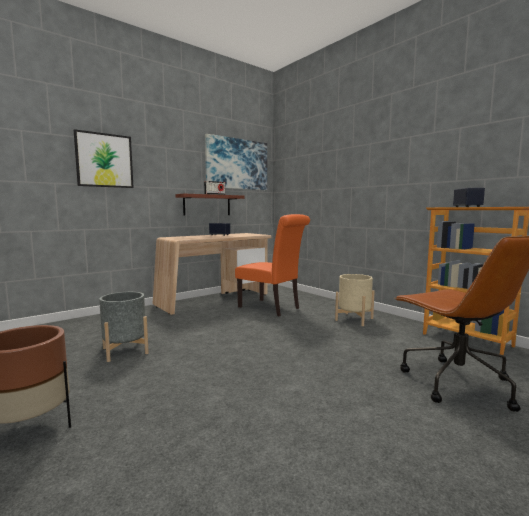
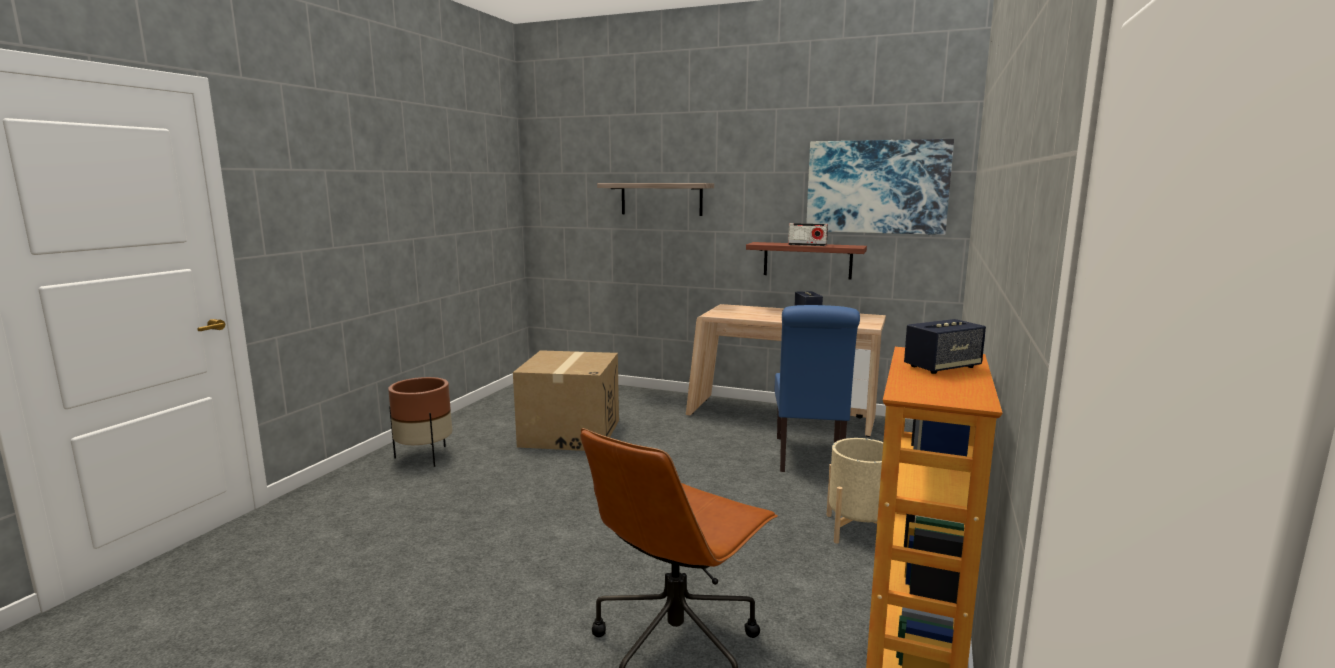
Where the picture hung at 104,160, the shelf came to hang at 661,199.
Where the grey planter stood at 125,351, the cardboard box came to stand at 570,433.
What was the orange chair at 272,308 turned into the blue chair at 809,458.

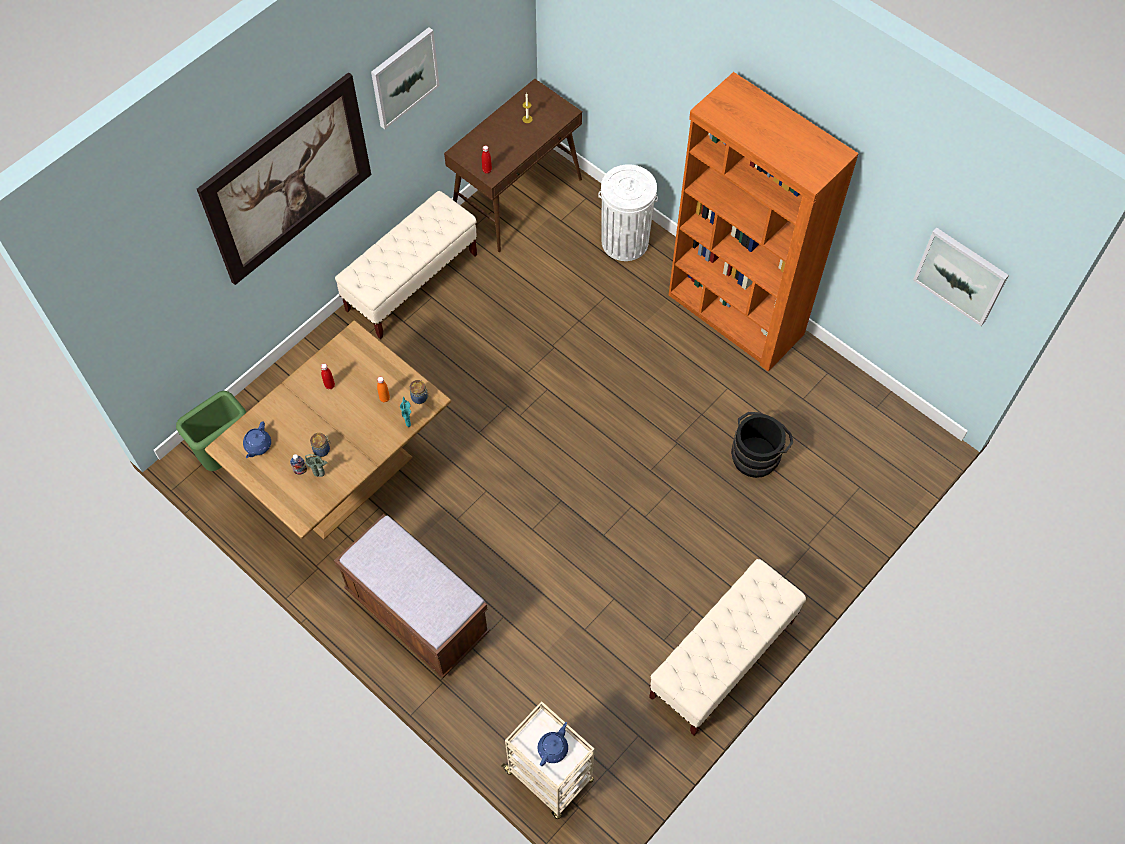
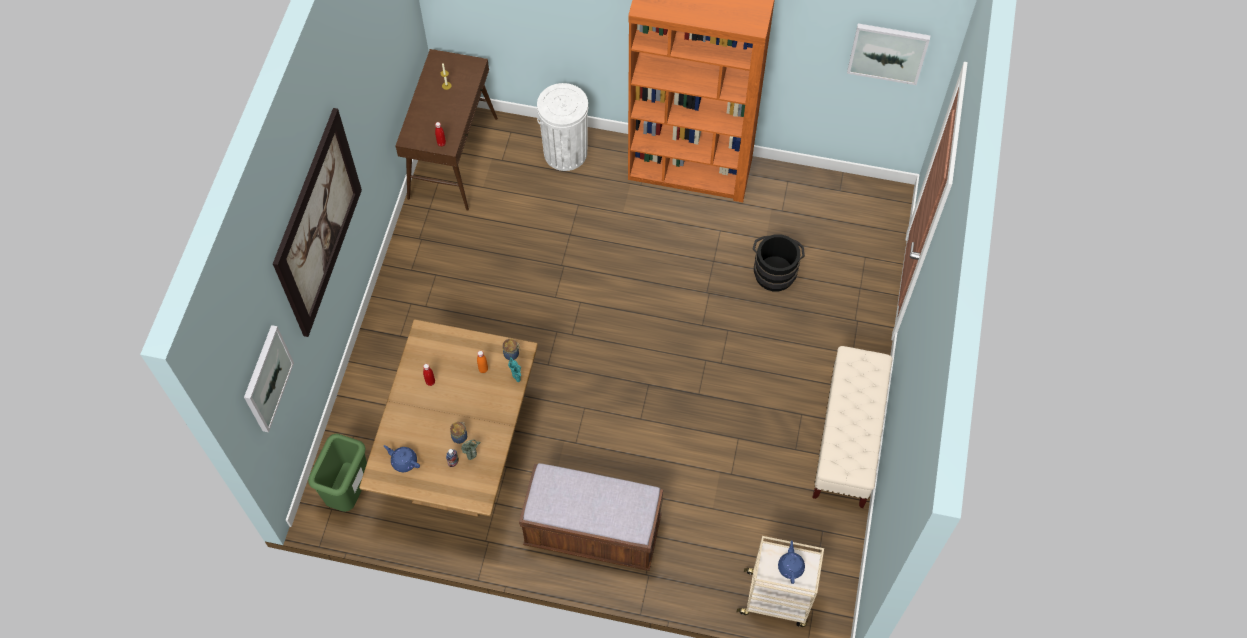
The second view lost the beige bench at 412,282.
The picture ended up elsewhere, having gone from 404,77 to 266,378.
The blue teapot at 258,446 ended up facing another way, 135 degrees clockwise from before.

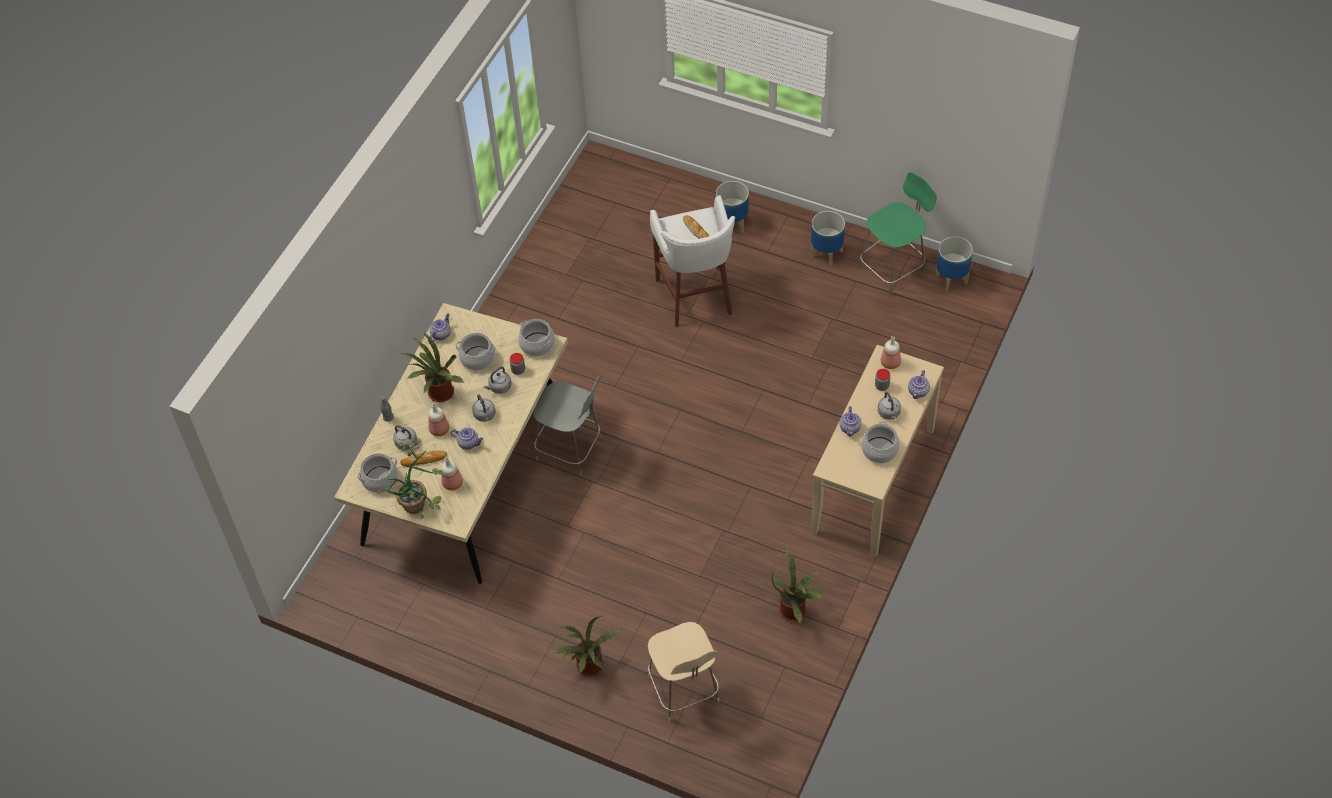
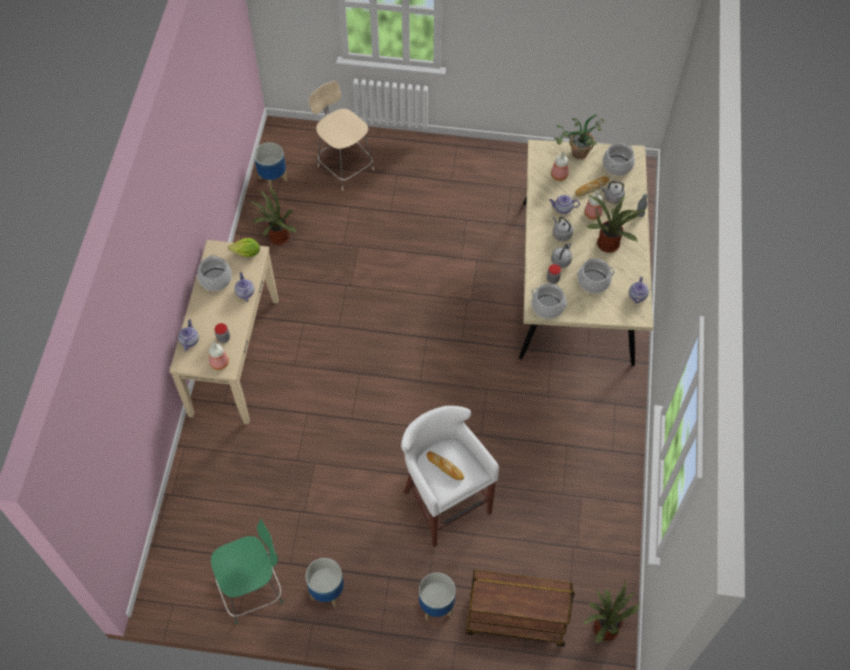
The second view lost the grey chair at 571,449.
The second view lost the grey kettle at 889,413.
The second view gained the lettuce at 247,253.
The second view gained the brown cart at 515,621.
The potted plant ended up elsewhere, having gone from 590,668 to 604,625.
The planter ended up elsewhere, having gone from 951,279 to 273,179.
The green chair at 893,268 ended up facing another way, 150 degrees counterclockwise from before.

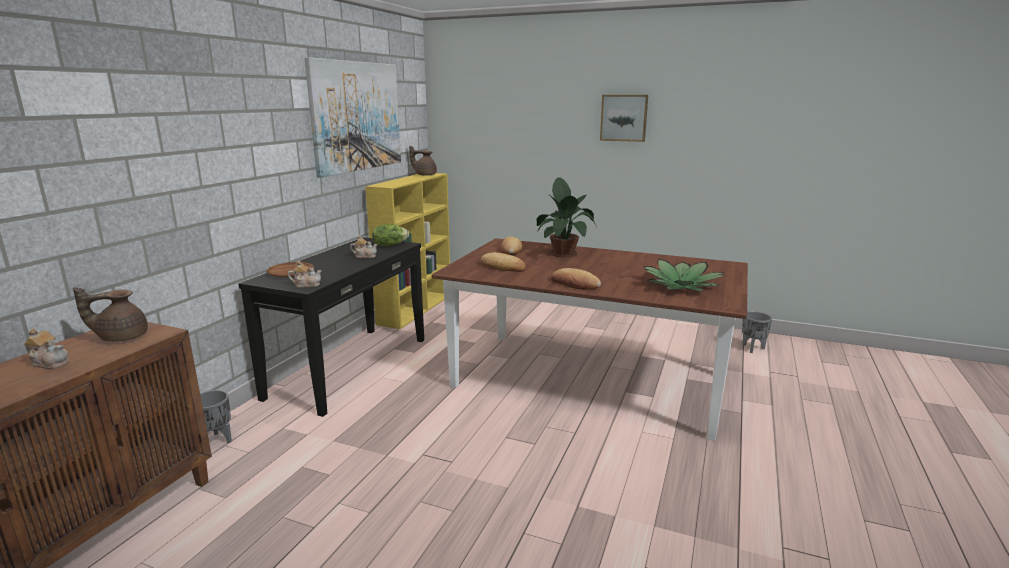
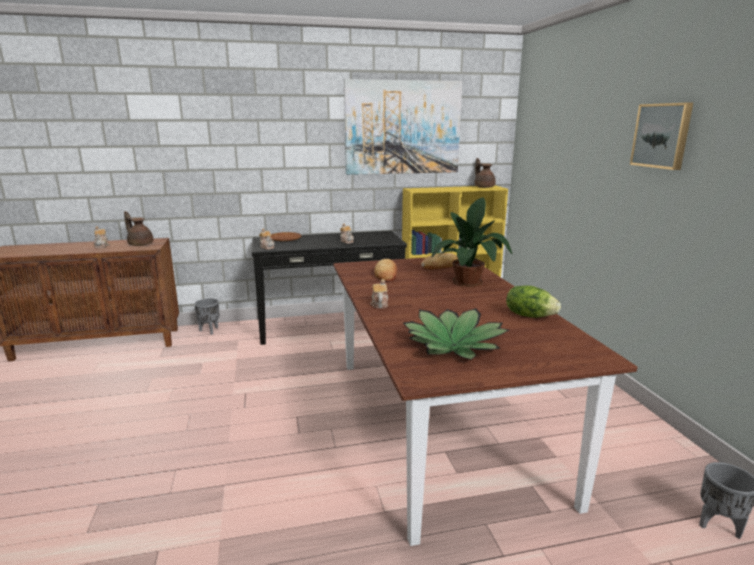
The lettuce ended up elsewhere, having gone from 389,245 to 529,315.
Where the bread stood at 575,284, the teapot came to stand at 379,304.

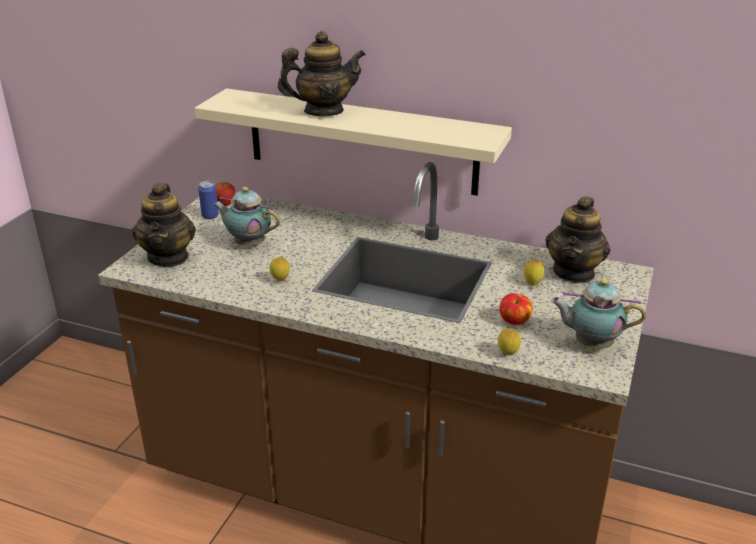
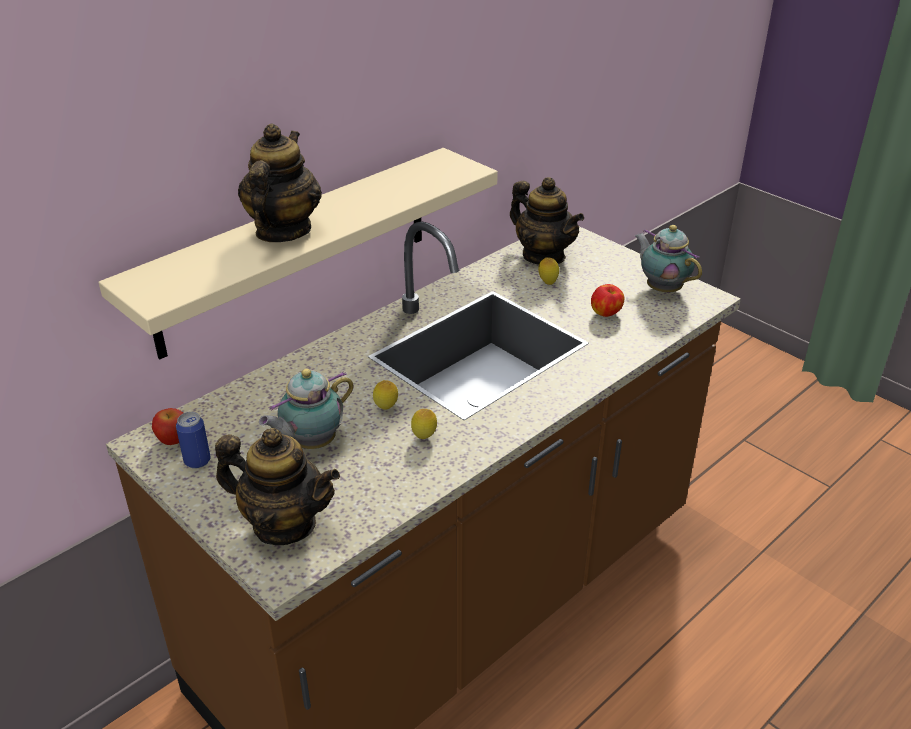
The lemon ended up elsewhere, having gone from 507,354 to 386,408.
The teapot at 590,344 ended up facing another way, 105 degrees clockwise from before.

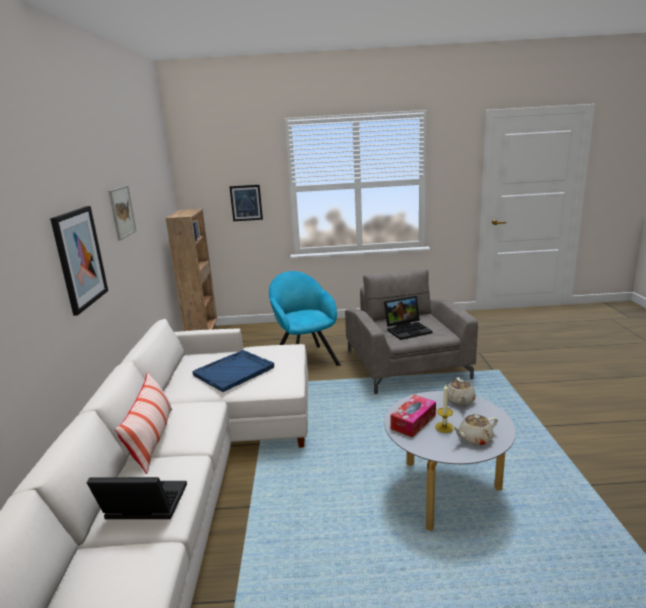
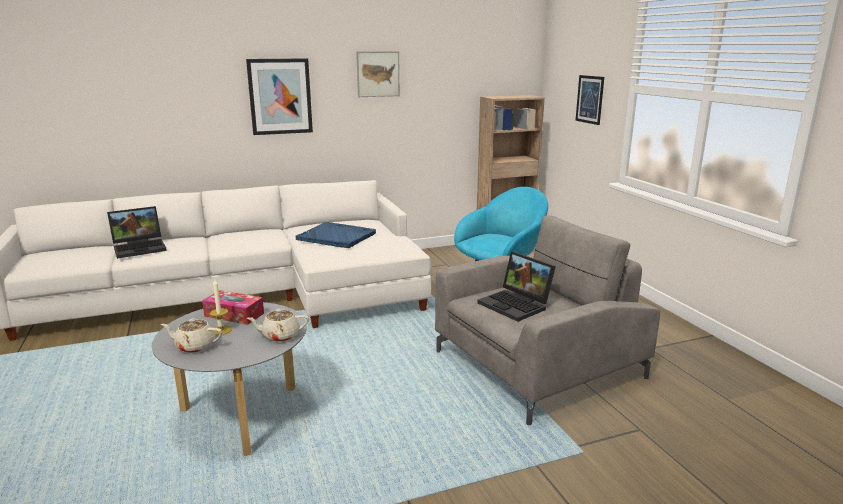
The second view lost the pillow at 152,439.
The laptop at 142,506 ended up facing another way, 75 degrees clockwise from before.
The beige teapot at 474,439 ended up facing another way, 45 degrees counterclockwise from before.

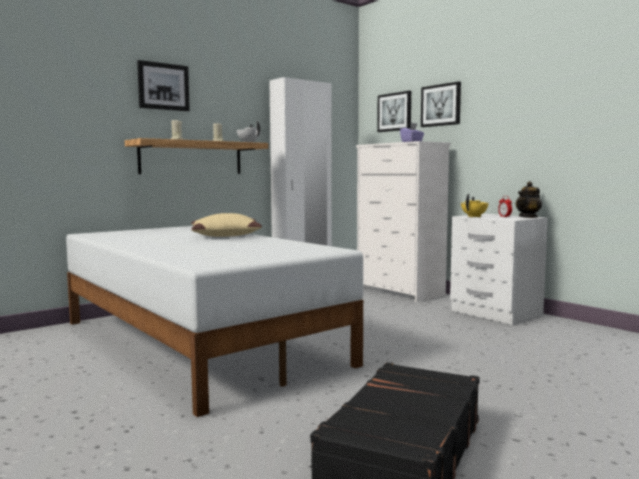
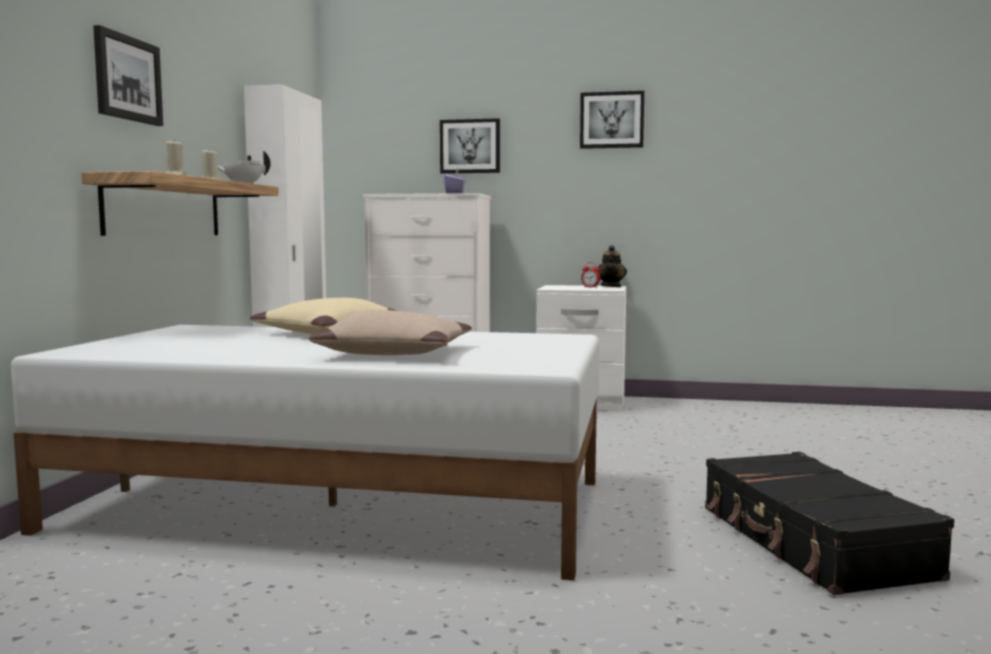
The second view lost the yellow teapot at 474,216.
The second view gained the beige pillow at 396,353.
The picture ended up elsewhere, having gone from 395,112 to 612,120.

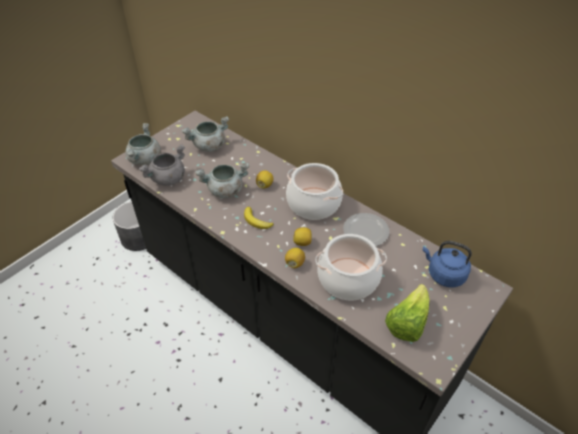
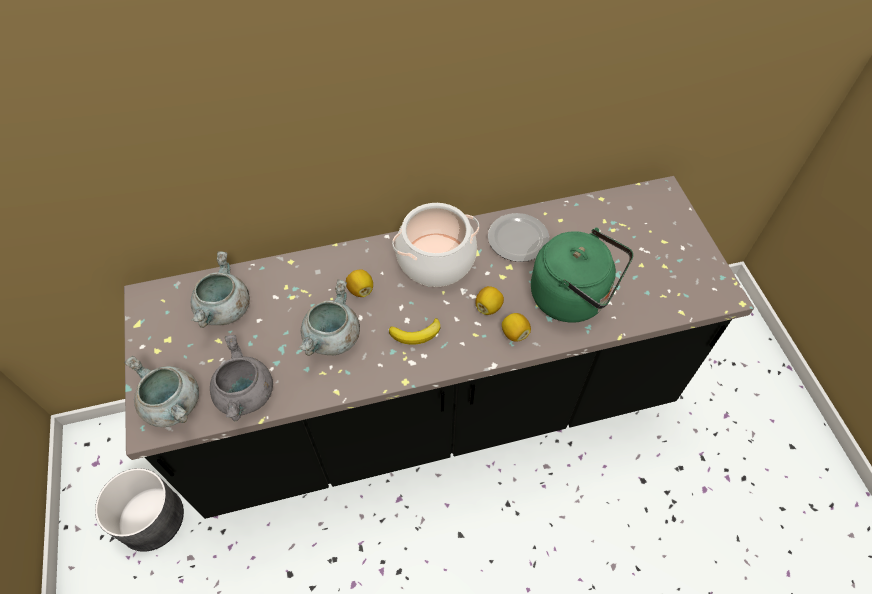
The second view lost the lettuce at 407,323.
The second view lost the blue kettle at 444,274.
Where the cooking pot stood at 348,279, the green kettle came to stand at 573,297.

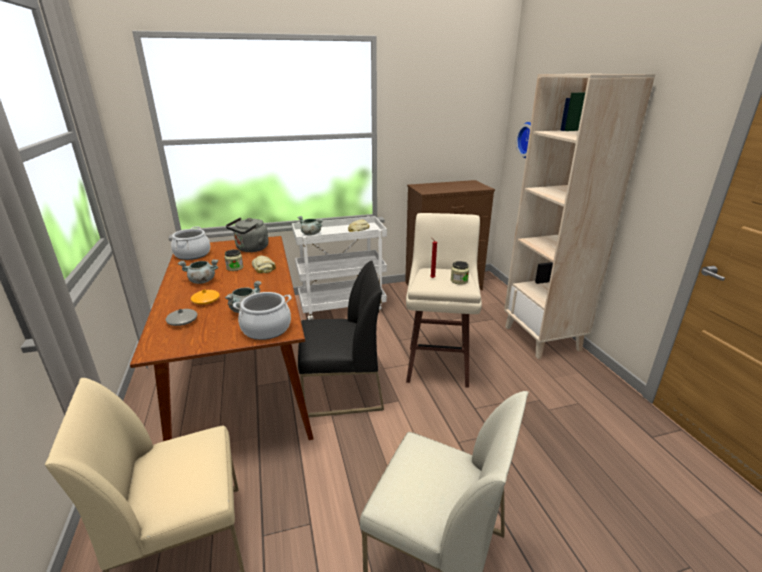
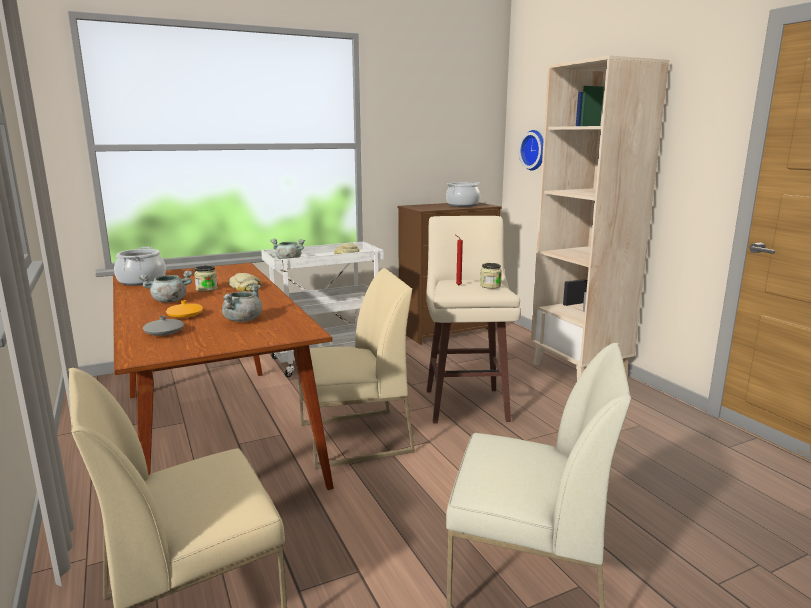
The second view lost the grey kettle at 251,249.
The cooking pot ended up elsewhere, having gone from 266,329 to 462,205.
What was the black chair at 341,390 turned into the beige chair at 354,438.

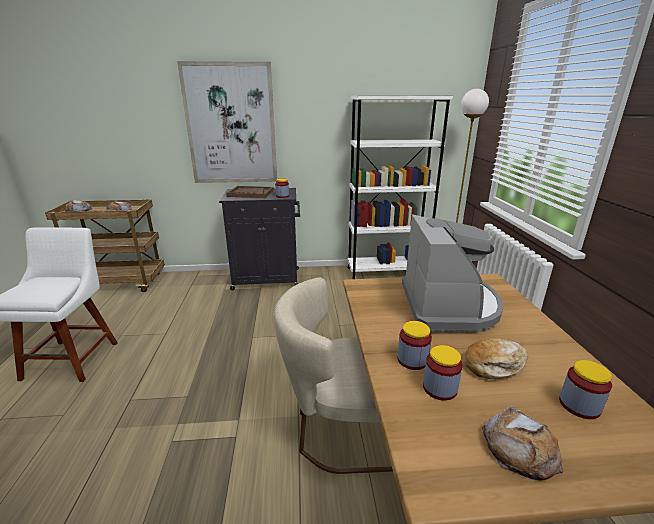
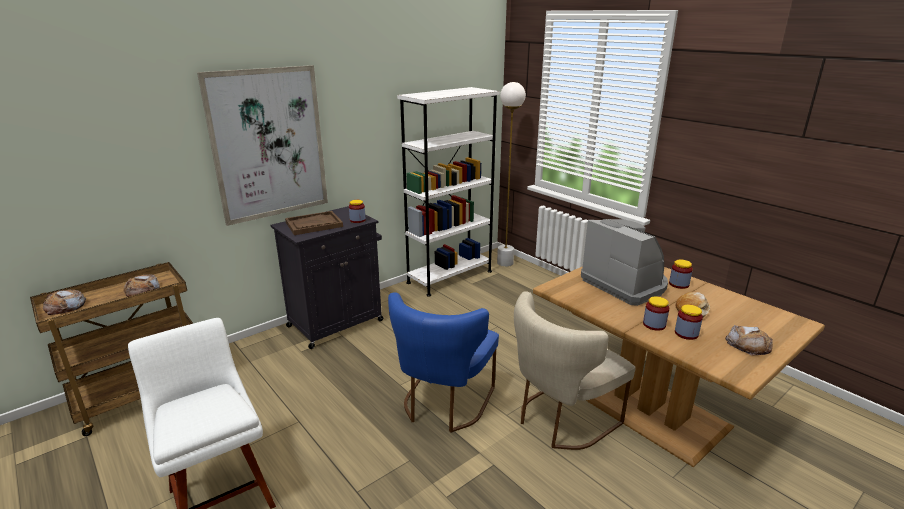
The second view gained the blue chair at 444,405.
The jar ended up elsewhere, having gone from 579,405 to 679,284.

